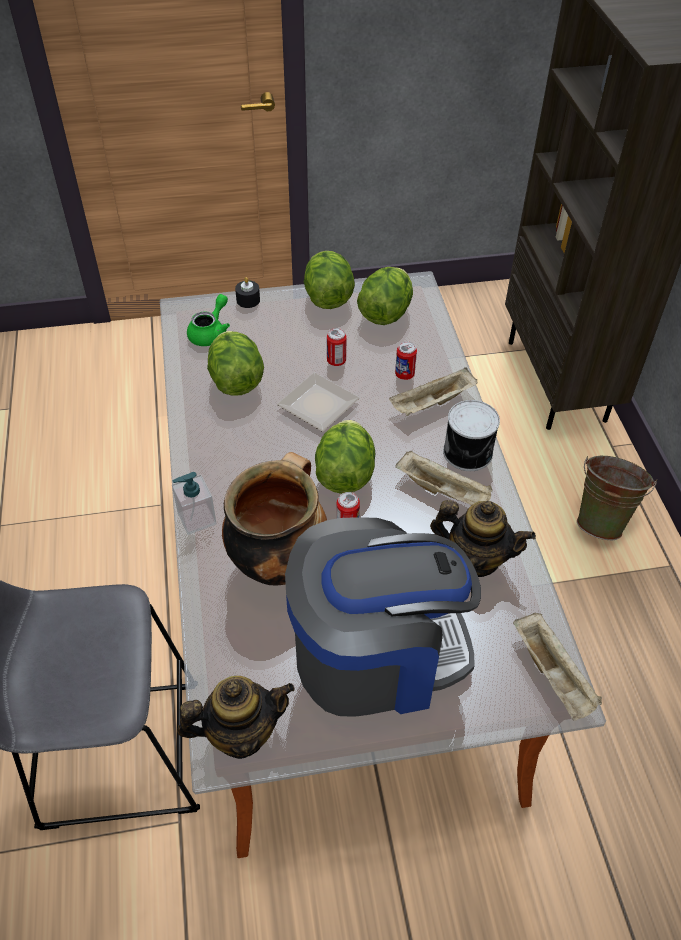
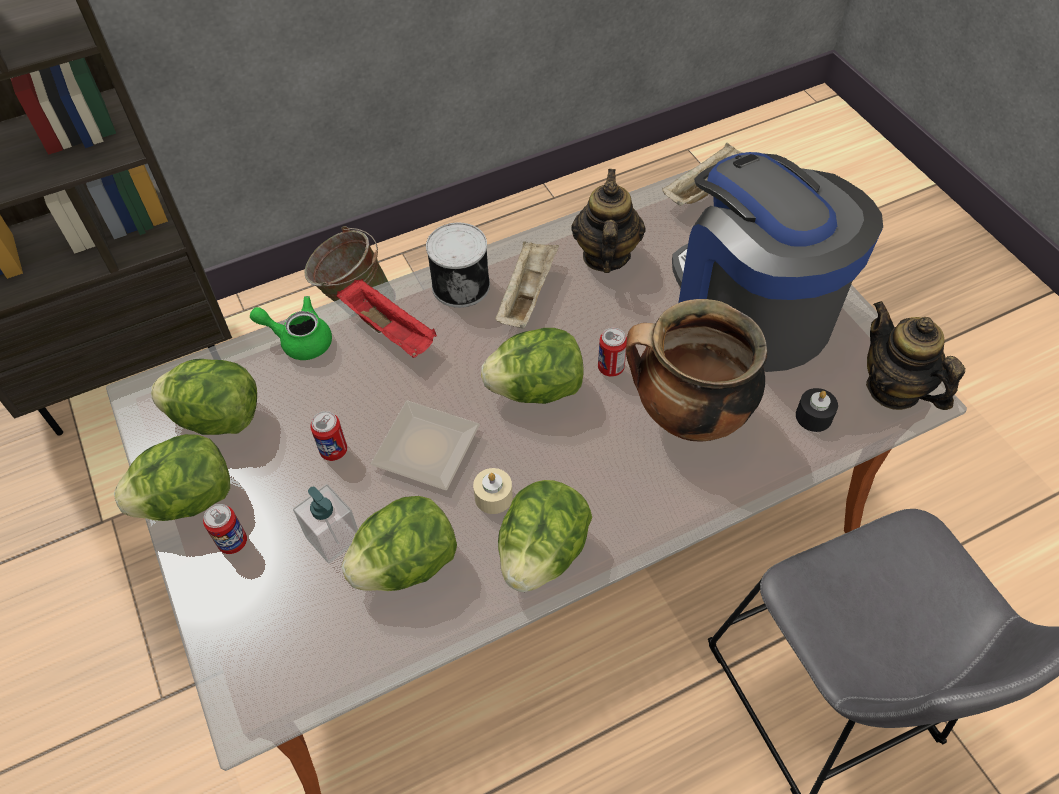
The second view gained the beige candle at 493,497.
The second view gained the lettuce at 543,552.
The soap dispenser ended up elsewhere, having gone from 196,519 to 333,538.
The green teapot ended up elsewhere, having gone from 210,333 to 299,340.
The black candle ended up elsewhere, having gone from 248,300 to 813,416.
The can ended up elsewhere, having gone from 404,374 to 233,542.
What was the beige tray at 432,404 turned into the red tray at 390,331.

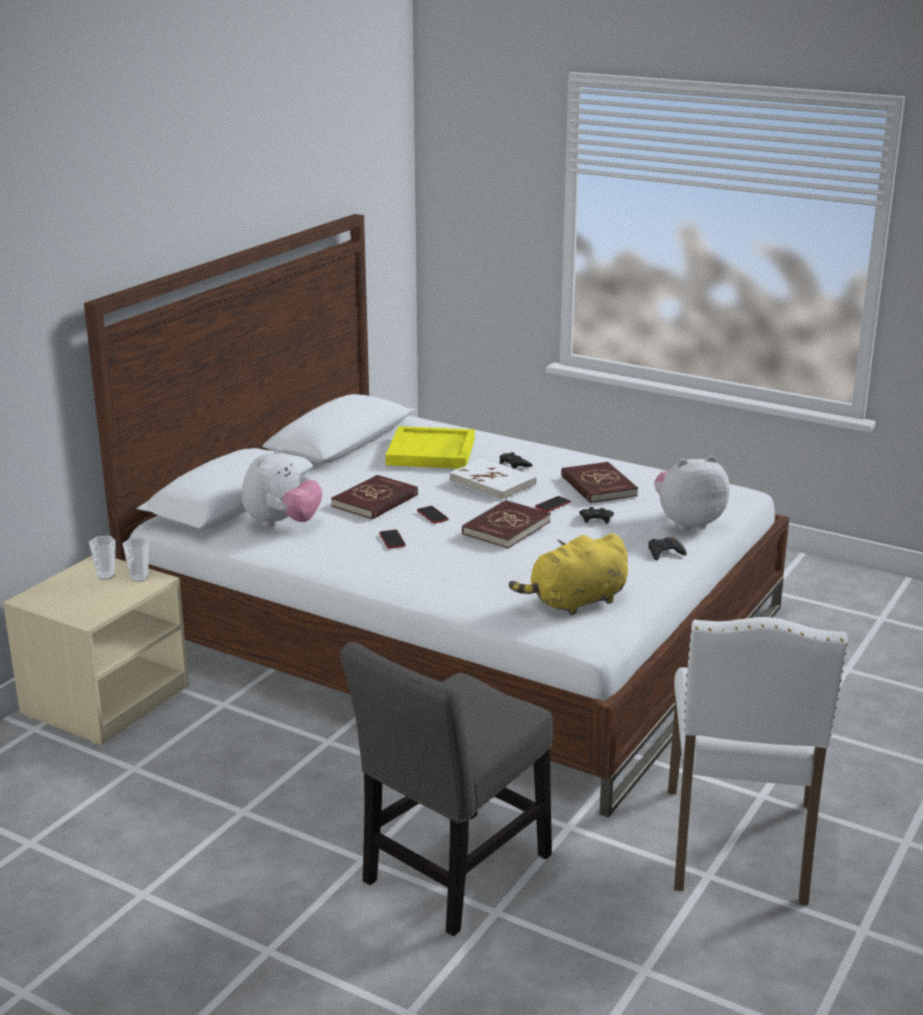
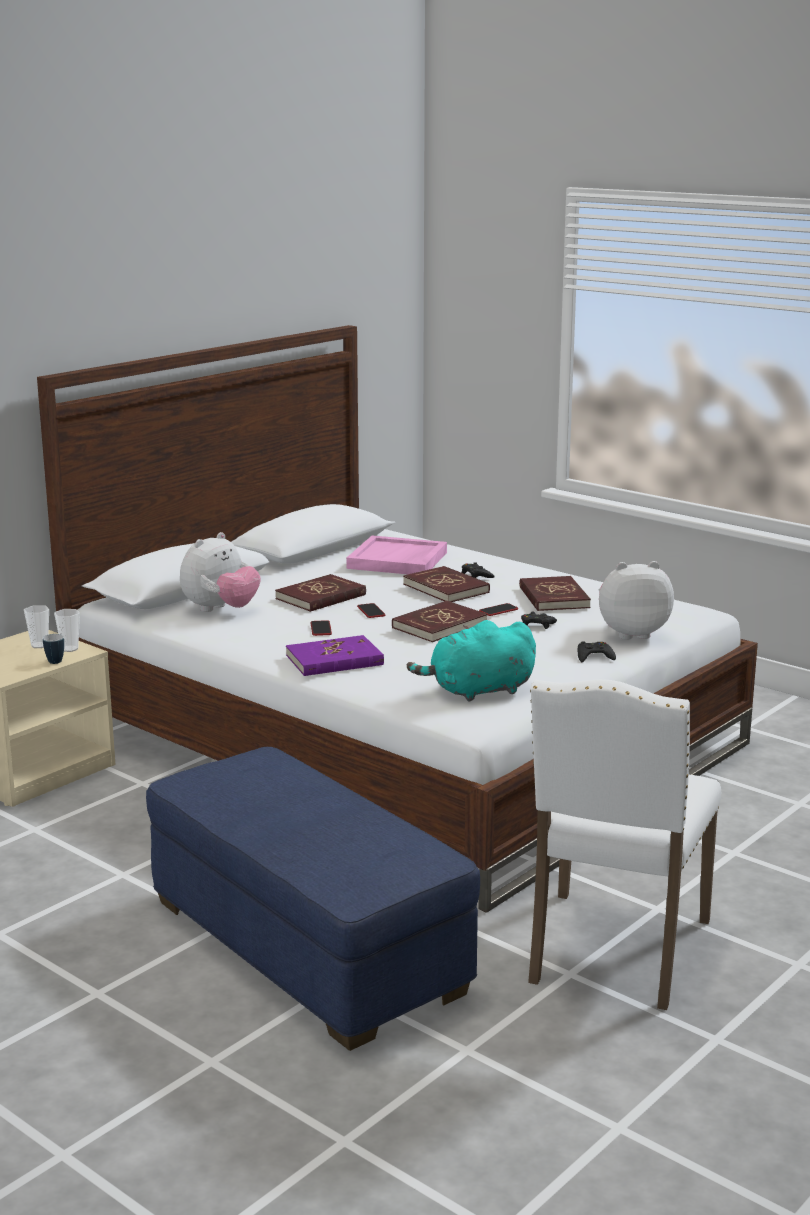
The second view gained the mug at 53,660.
The second view gained the purple book at 334,660.
Where the grey chair stood at 452,874, the blue ottoman came to stand at 305,947.
What was the yellow tray at 431,452 turned into the pink tray at 398,560.
What was the white book at 493,482 turned into the red book at 446,588.
What was the yellow plush toy at 575,602 turned into the turquoise plush toy at 478,691.

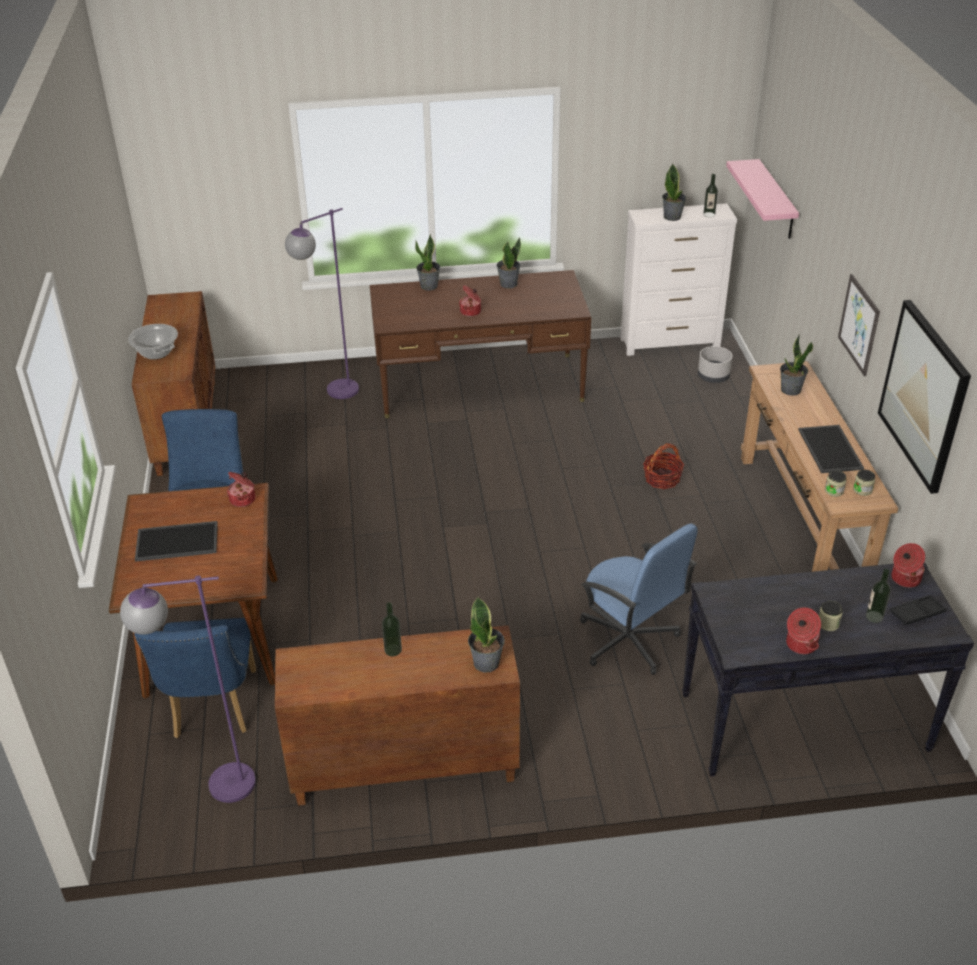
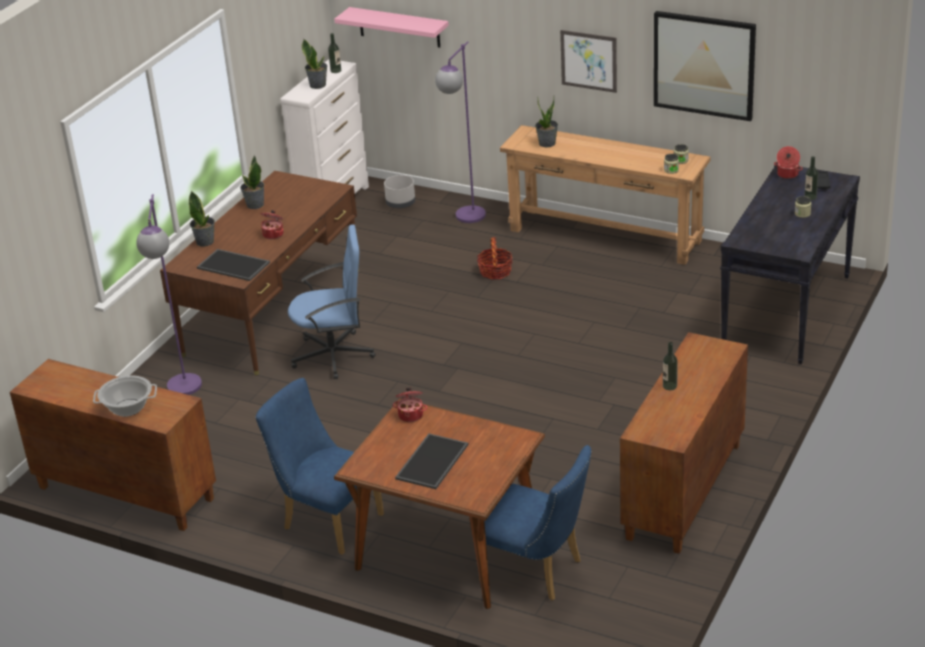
The second view lost the potted plant at 486,663.
The second view lost the cooking pot at 800,644.
The purple floor lamp ended up elsewhere, having gone from 215,786 to 466,220.
The blue office chair ended up elsewhere, having gone from 628,641 to 334,355.
The tray ended up elsewhere, having gone from 831,449 to 234,265.

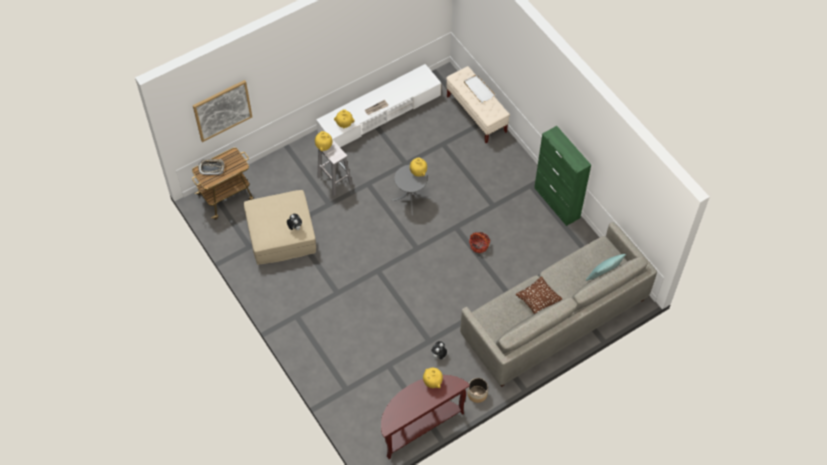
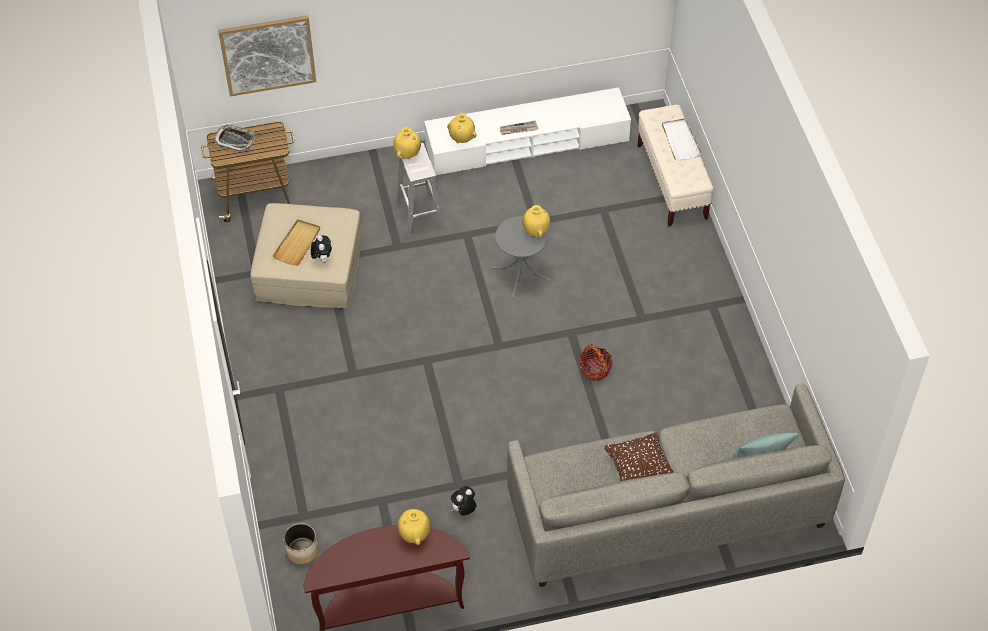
The second view lost the green cabinet at 557,203.
The second view gained the beige tray at 297,244.
The planter ended up elsewhere, having gone from 477,394 to 302,551.

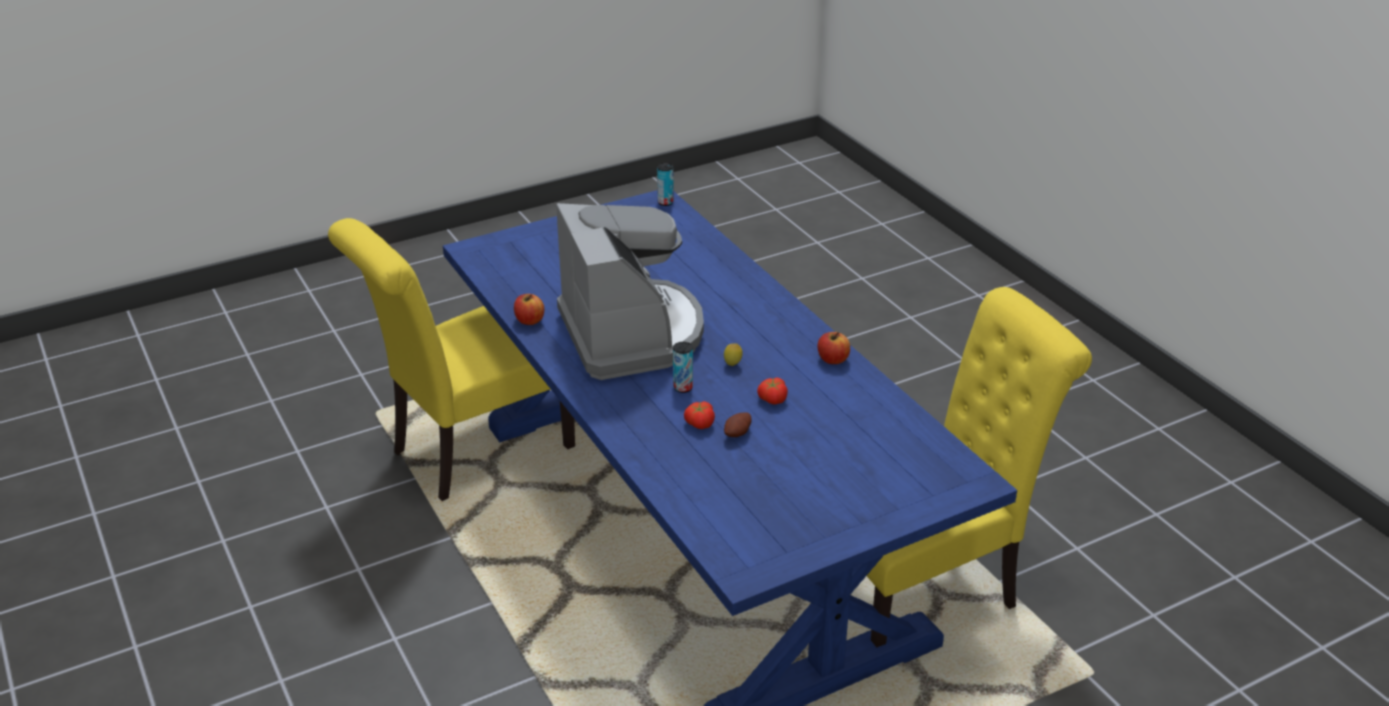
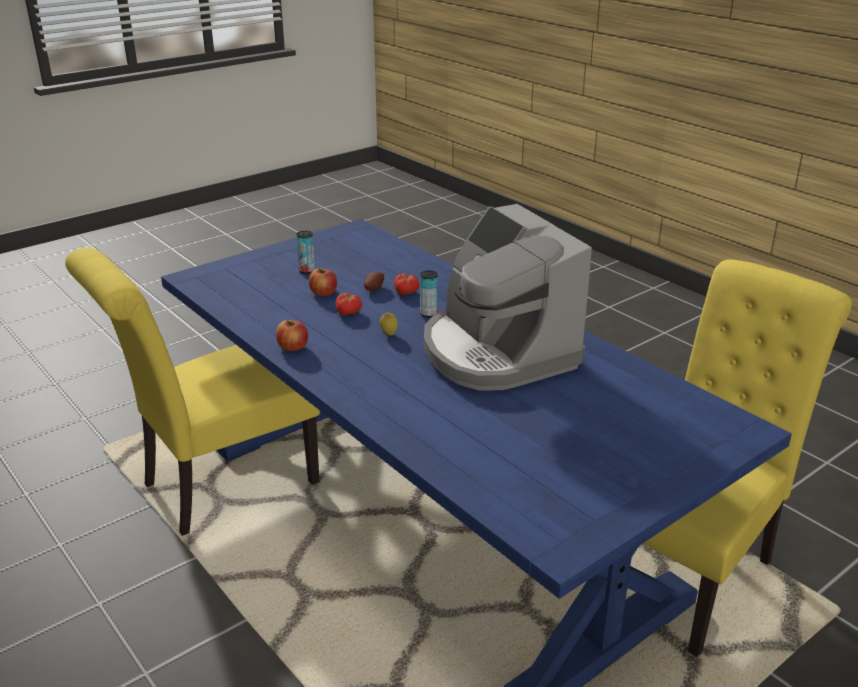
The apple ended up elsewhere, having gone from 529,320 to 323,293.
The can ended up elsewhere, having gone from 665,202 to 307,271.

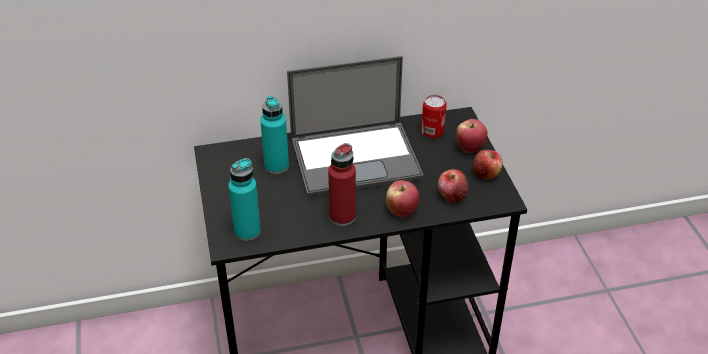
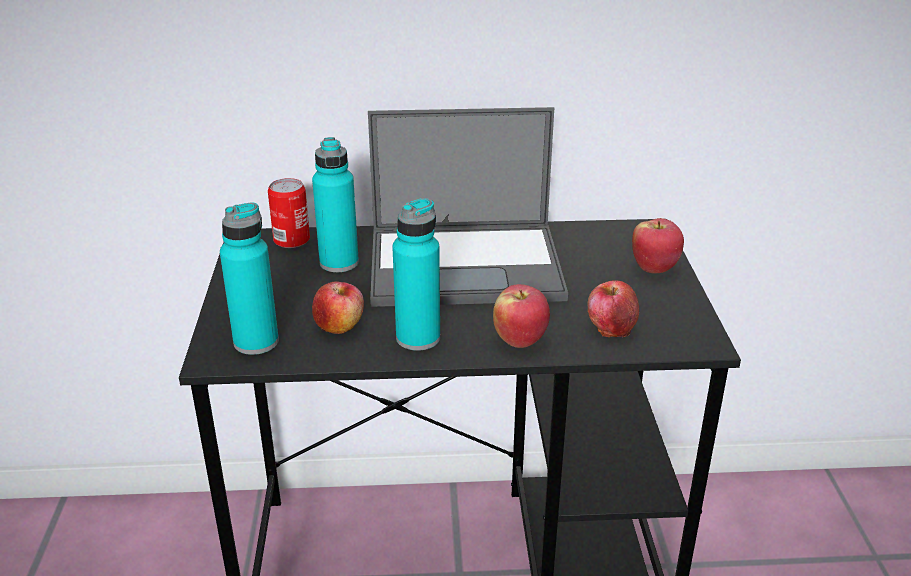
The can ended up elsewhere, having gone from 432,131 to 291,240.
The apple ended up elsewhere, having gone from 486,174 to 339,325.
What was the red bottle at 342,217 turned into the turquoise bottle at 418,338.

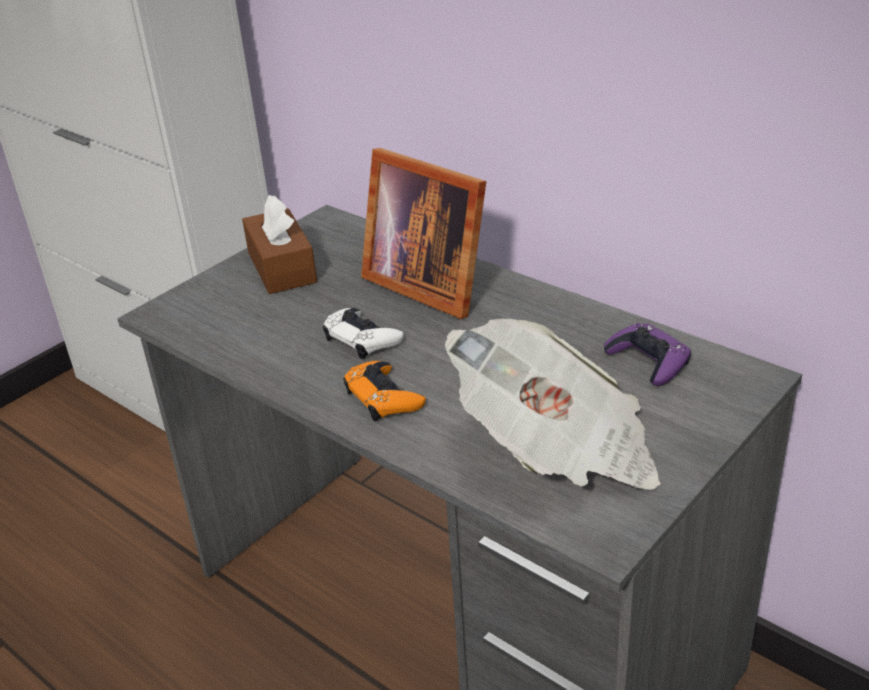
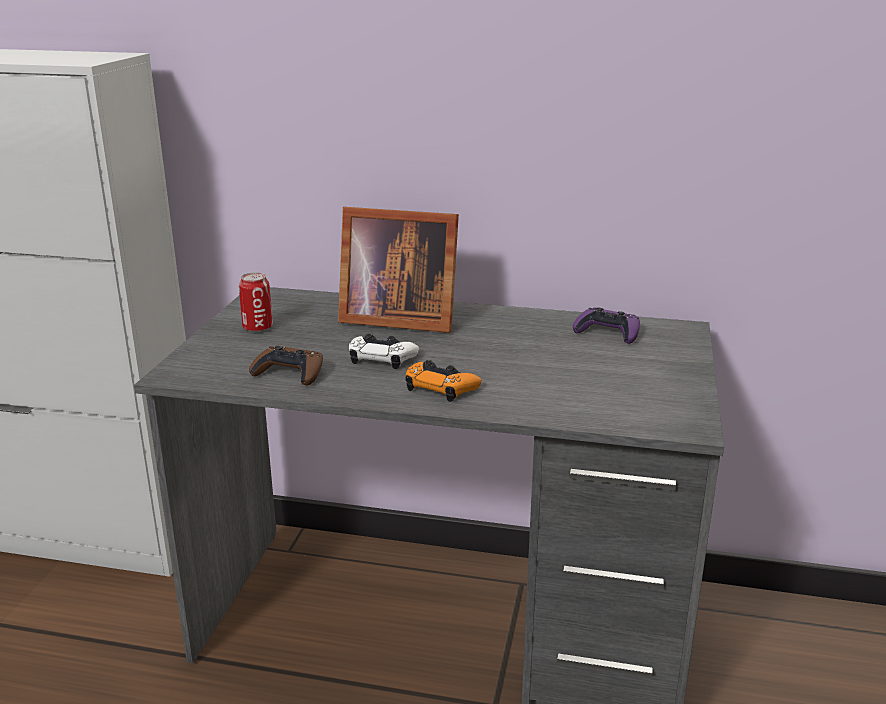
The second view lost the newspaper at 557,449.
The second view gained the brown game controller at 289,373.
Where the brown tissue box stood at 282,267, the can came to stand at 258,328.

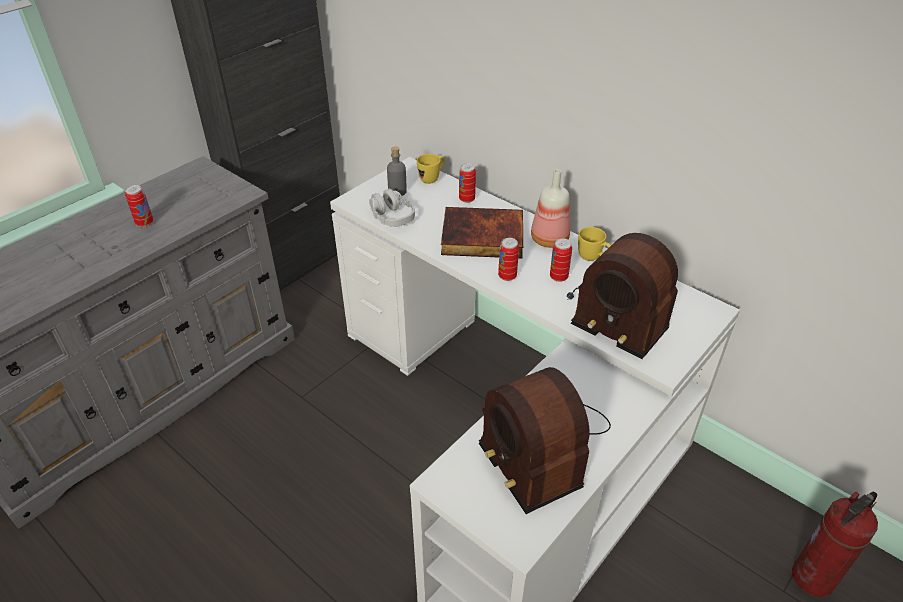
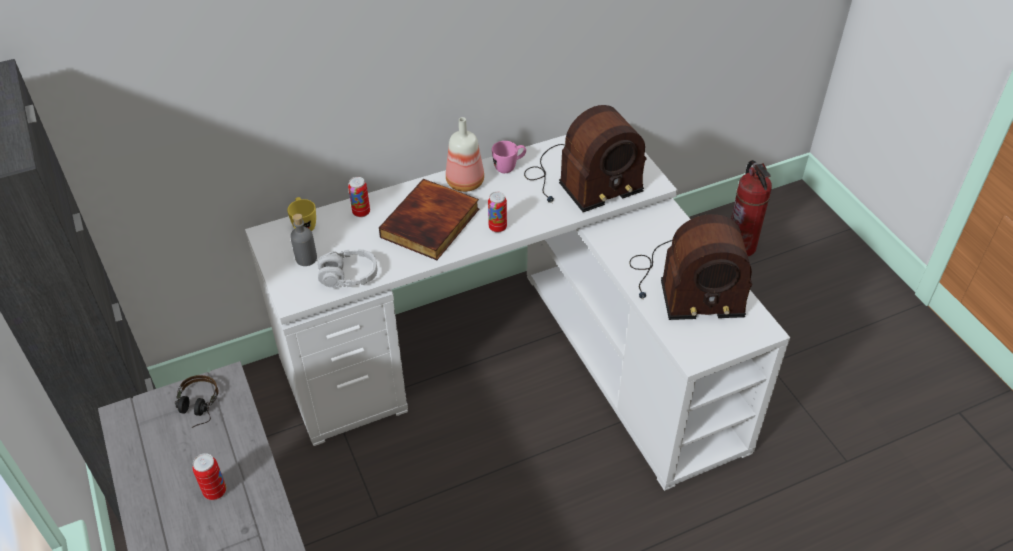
The second view lost the can at 558,277.
The second view gained the headphones at 197,410.
What was the yellow mug at 593,258 turned into the pink mug at 509,167.

